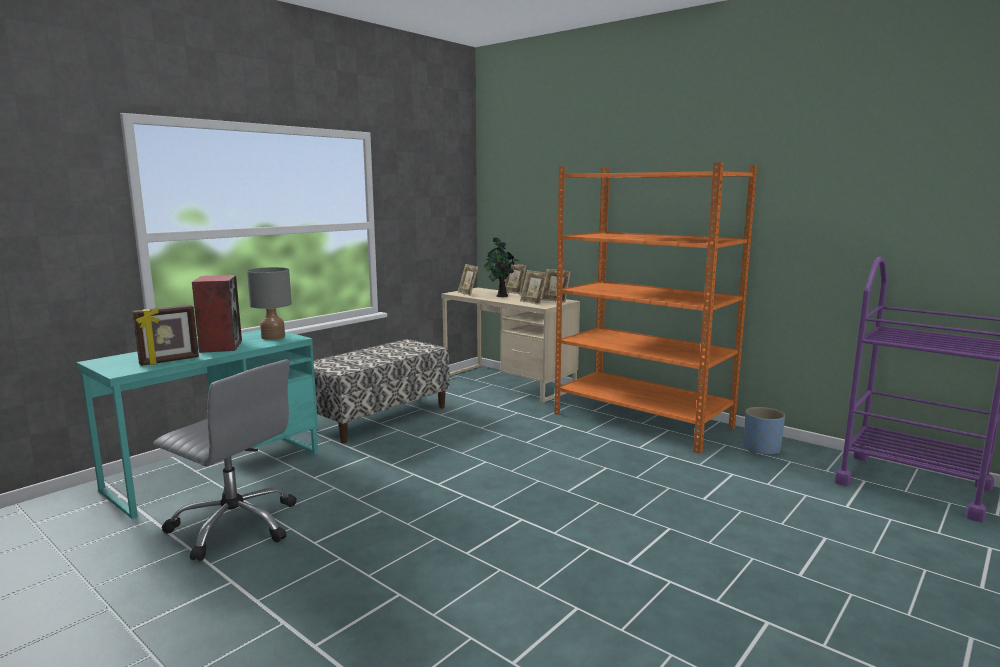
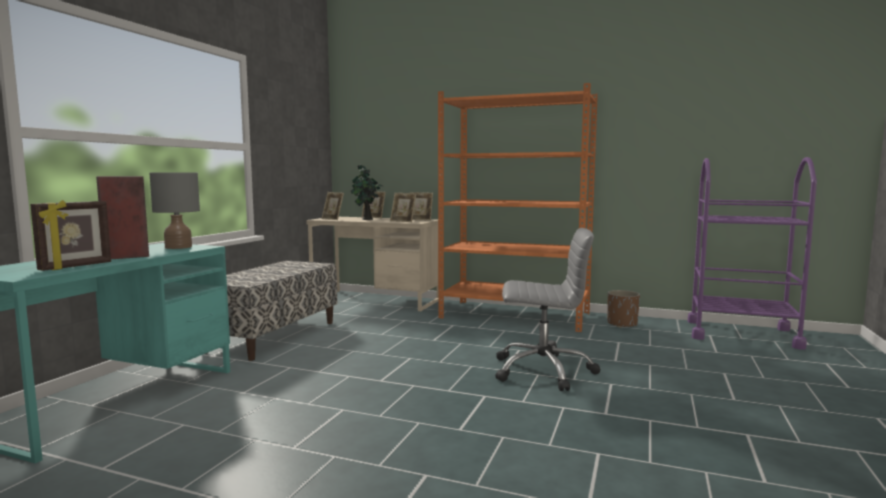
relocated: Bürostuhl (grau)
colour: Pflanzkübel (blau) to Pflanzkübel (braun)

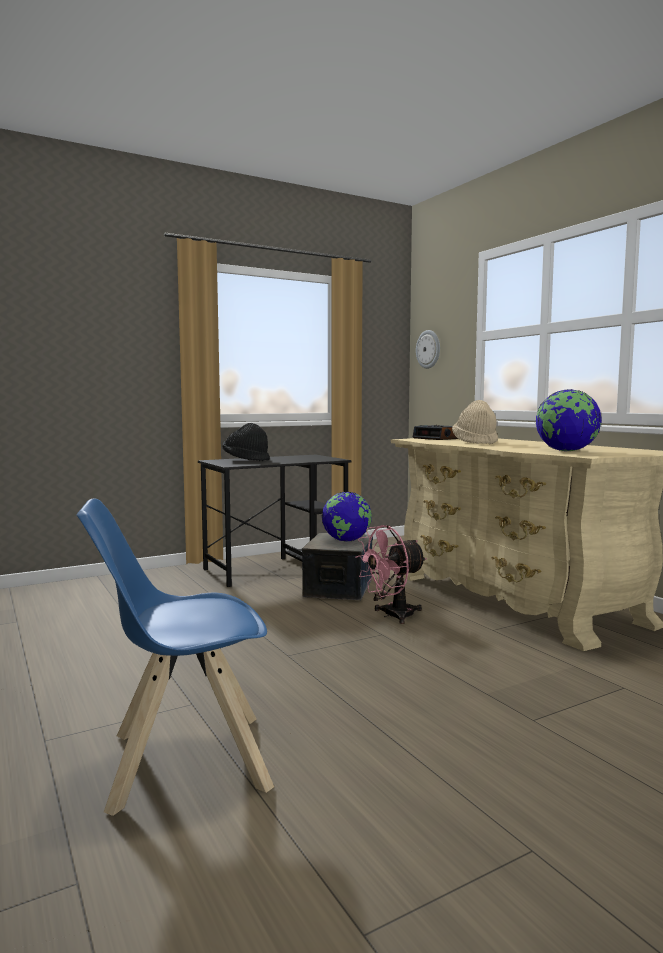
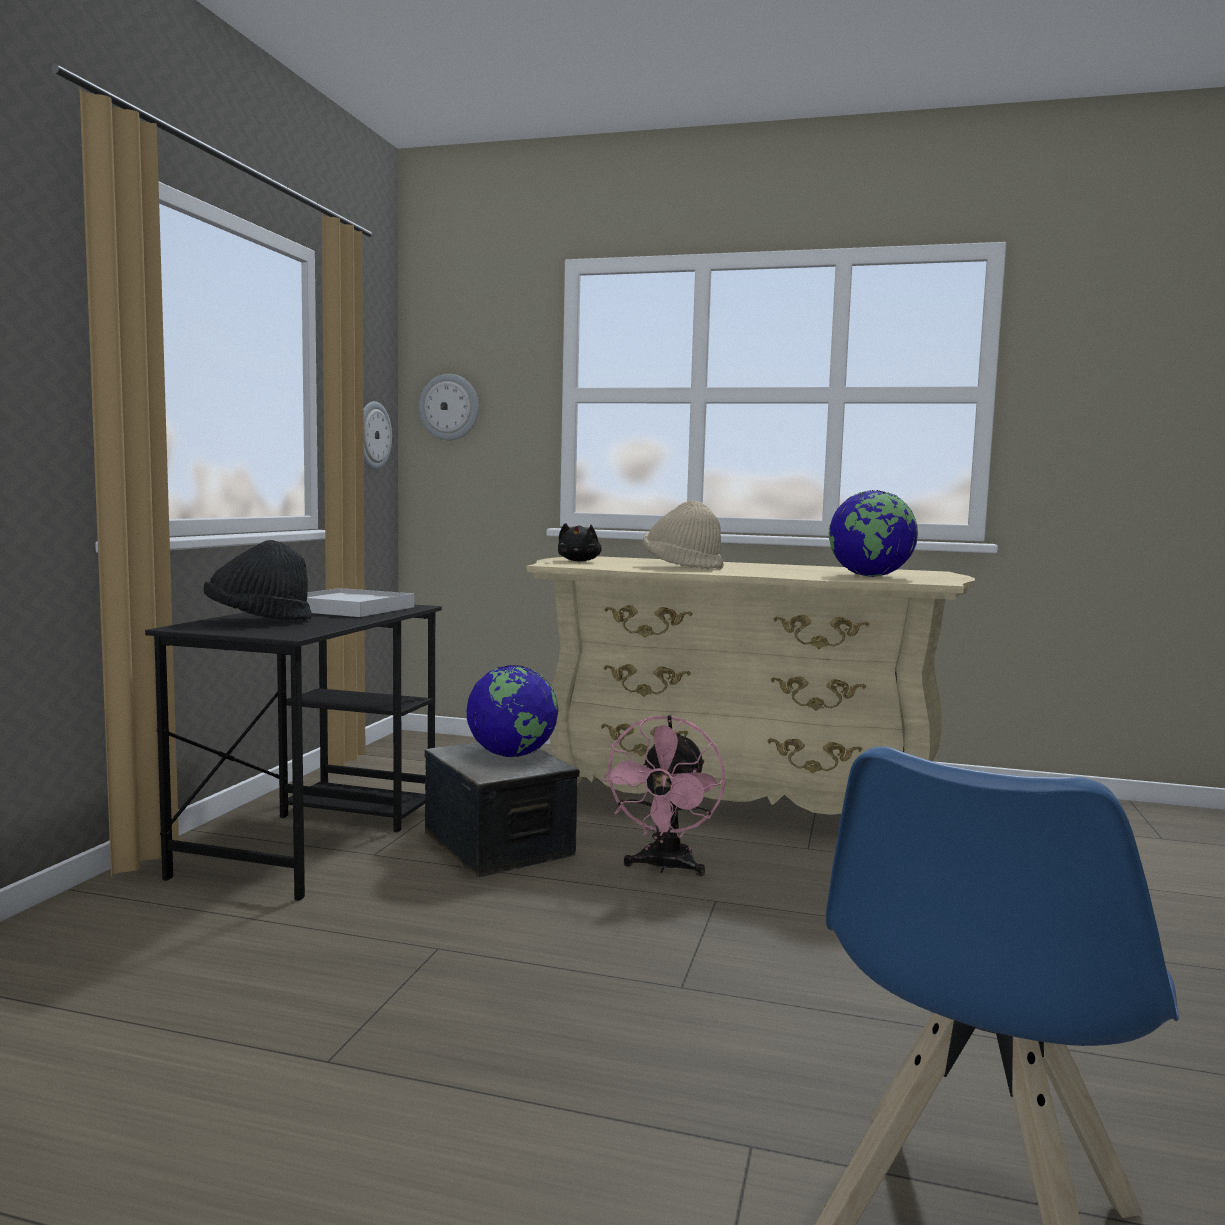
appeared: Wanduhr (no. 1 from left); Tablett (weiß)
exchanged: Wecker to Plüschtier (schwarz)

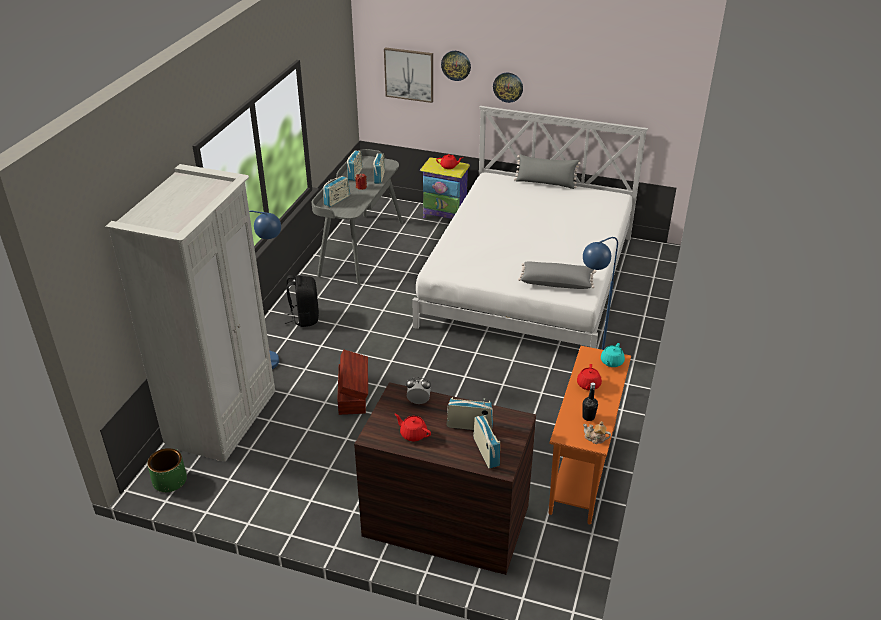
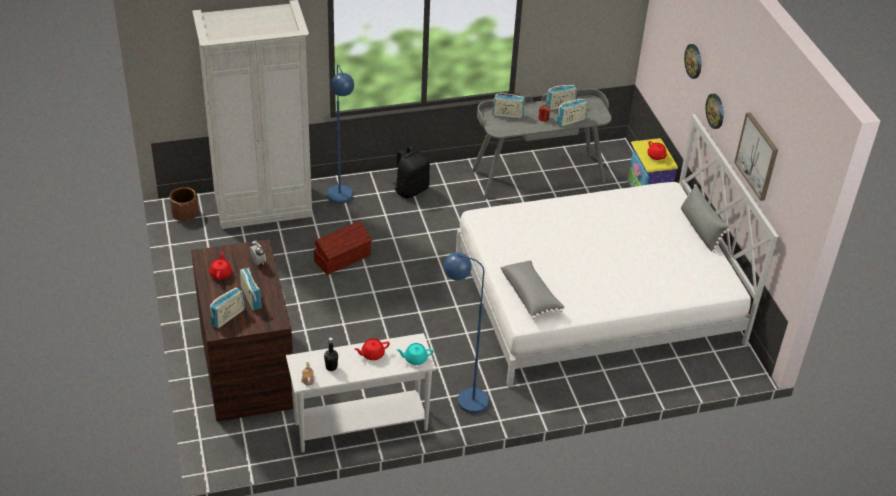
relocated: Bild
colour: Konsolentisch (orange) to Konsolentisch (weiß); Pflanzkübel (grün) to Pflanzkübel (braun)

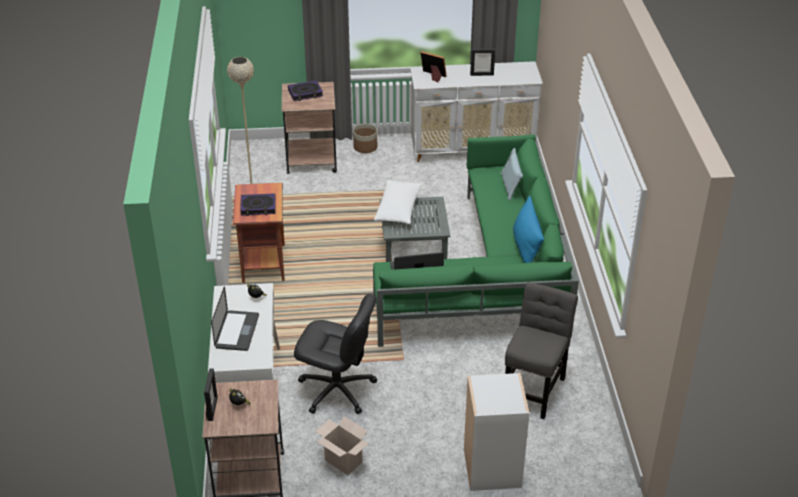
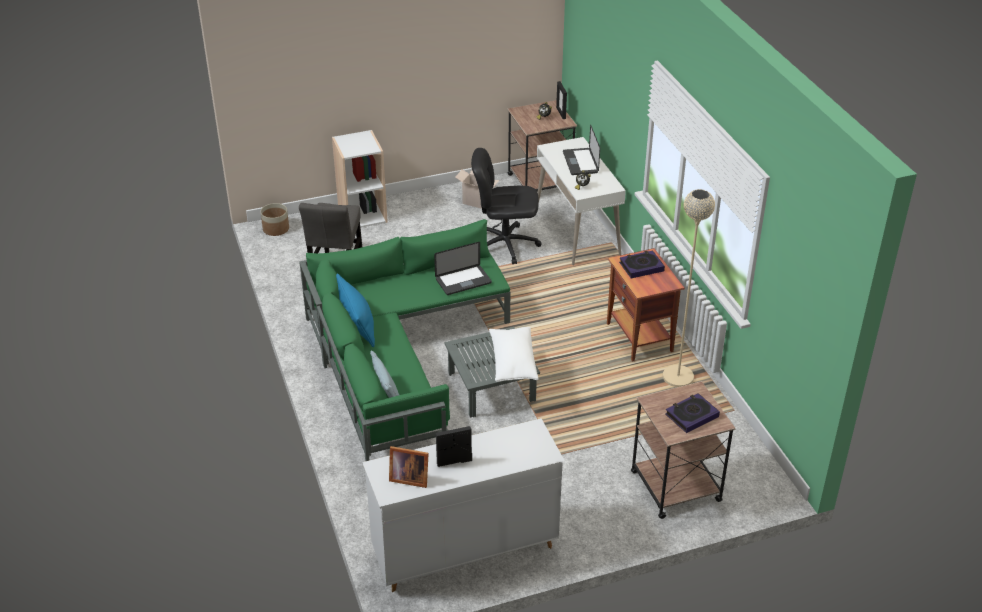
relocated: Bilderrahmen (no. 2 from left in the first image) to Bilderrahmen (no. 1 from left); Pflanzkübel

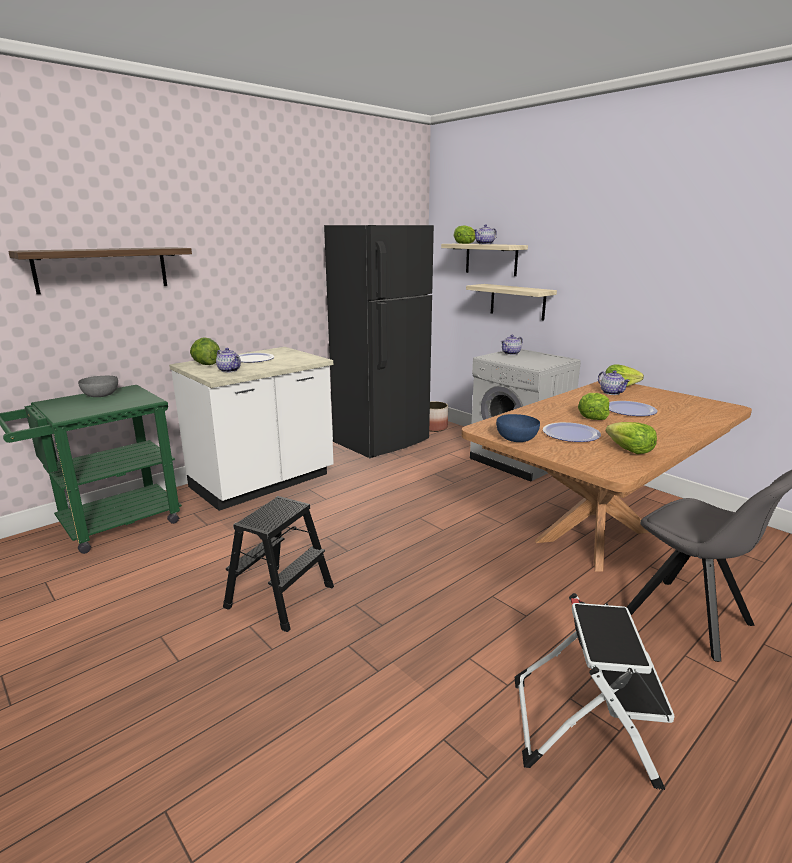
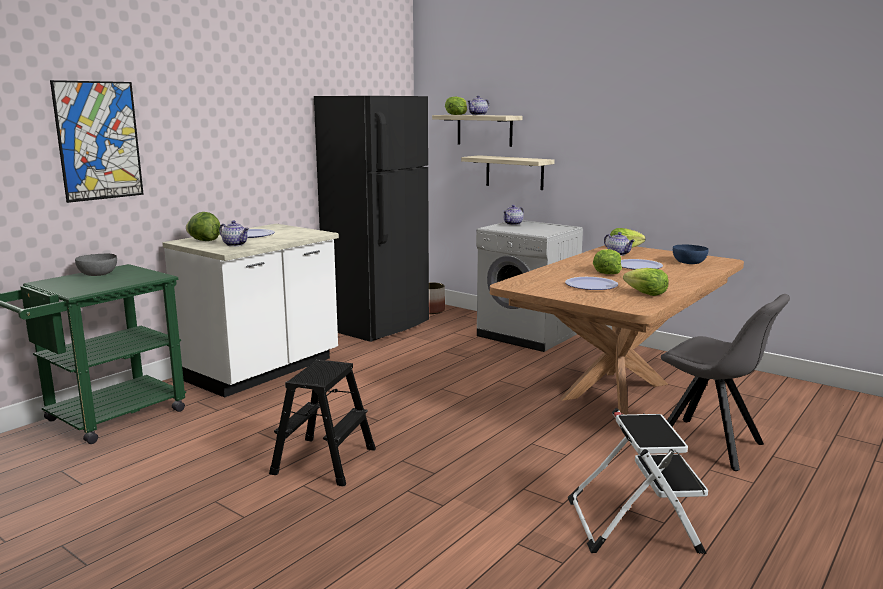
relocated: Schüssel (blau)
exchanged: Wandregal (no. 1 from left) to Bild

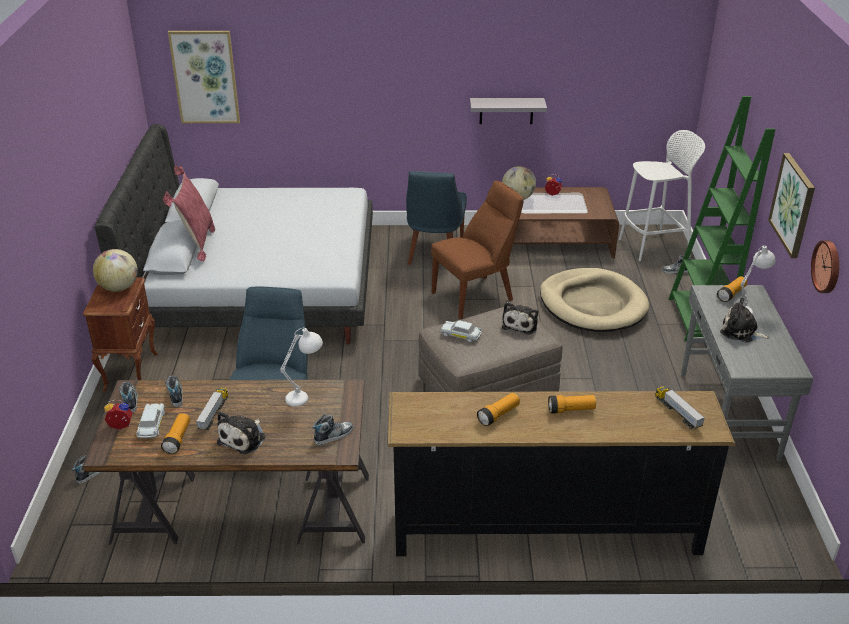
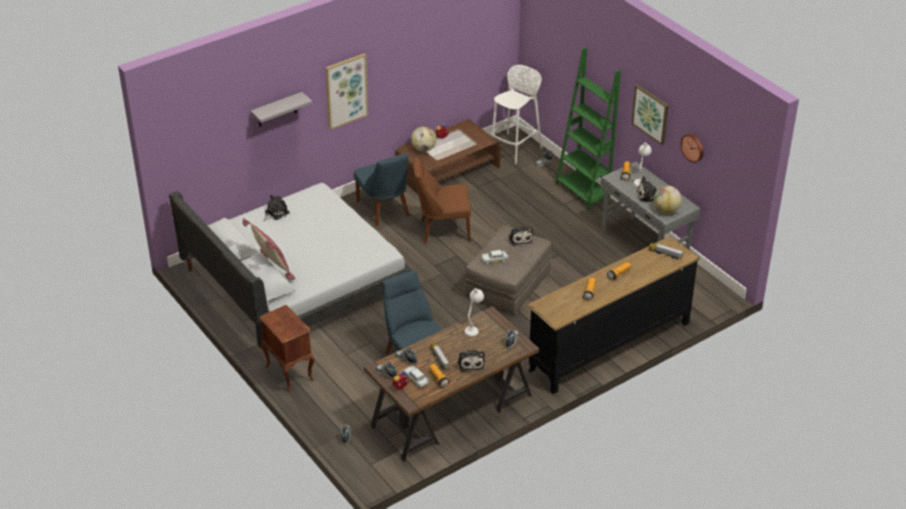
missing: Hundebett (beige)
appeared: Plüschtier (no. 1 from left)
relocated: Bild (no. 1 from left); Wandregal (grau); Globus (no. 1 from left in the first image) to Globus (no. 2 from left)
spun: Stuhl (braun) 120 degrees counterclockwise

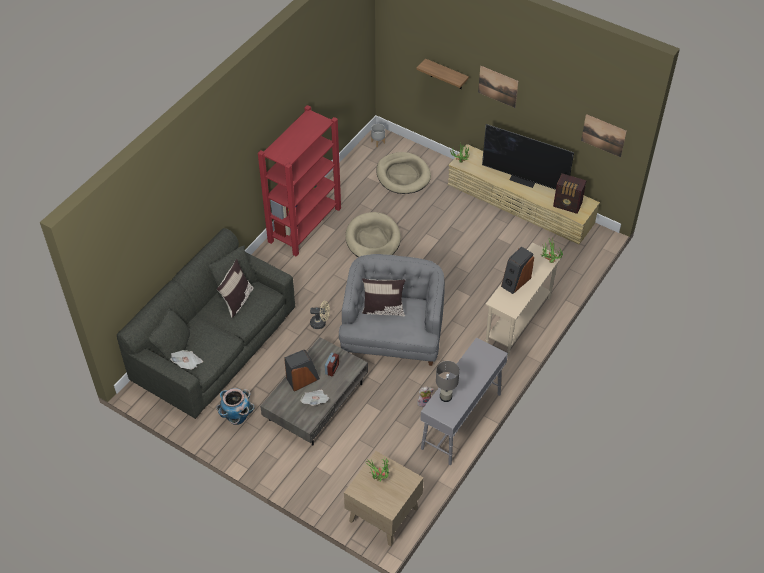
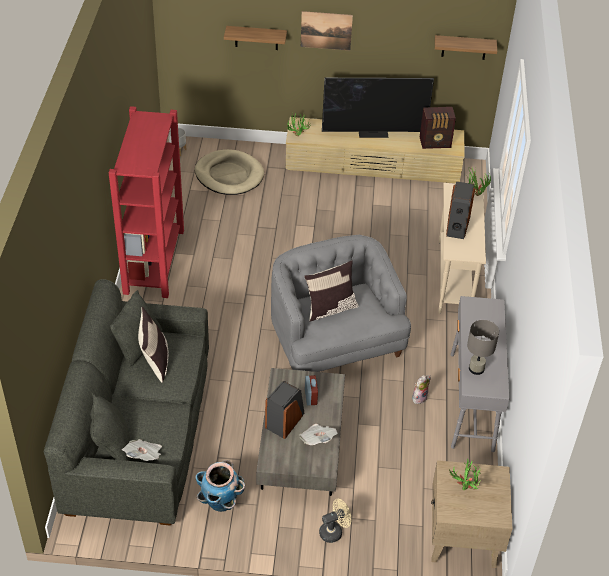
missing: Hundebett (beige) (no. 1 from left)
relocated: Ventilator (beige)
exchanged: Bild (no. 2 from left) to Wandregal (no. 2 from left)

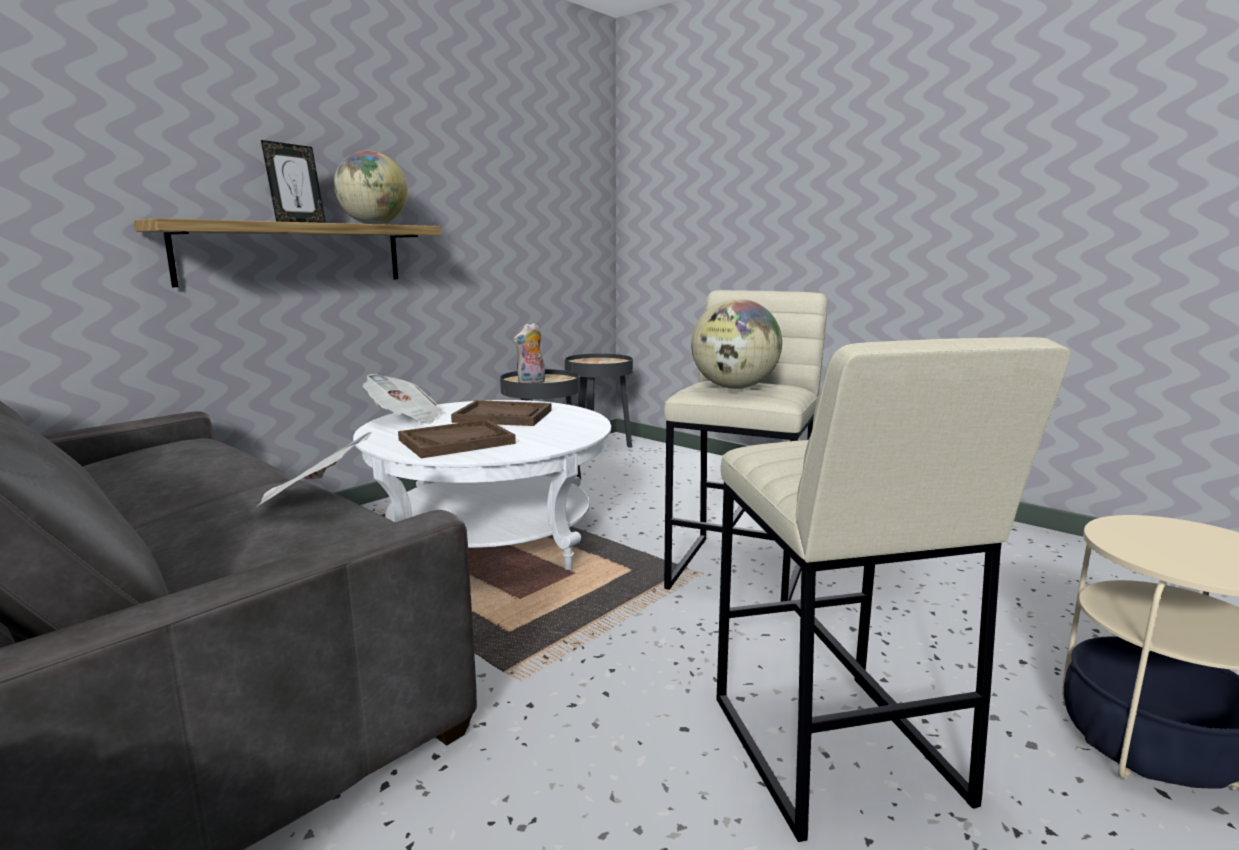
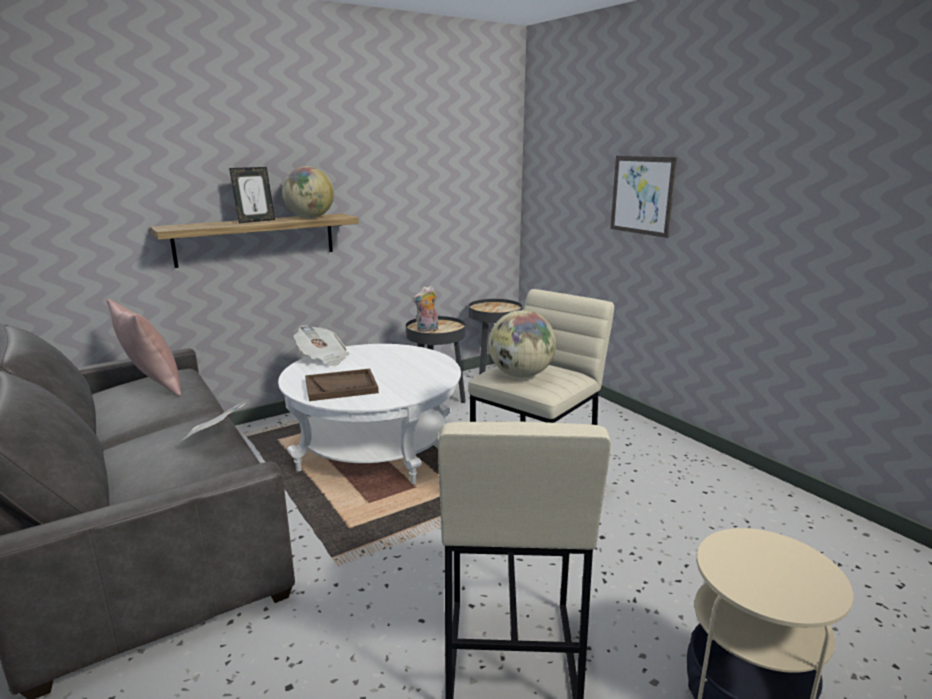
missing: Tablett (braun) (no. 2 from left)
appeared: Bild; Kissen (rosa)

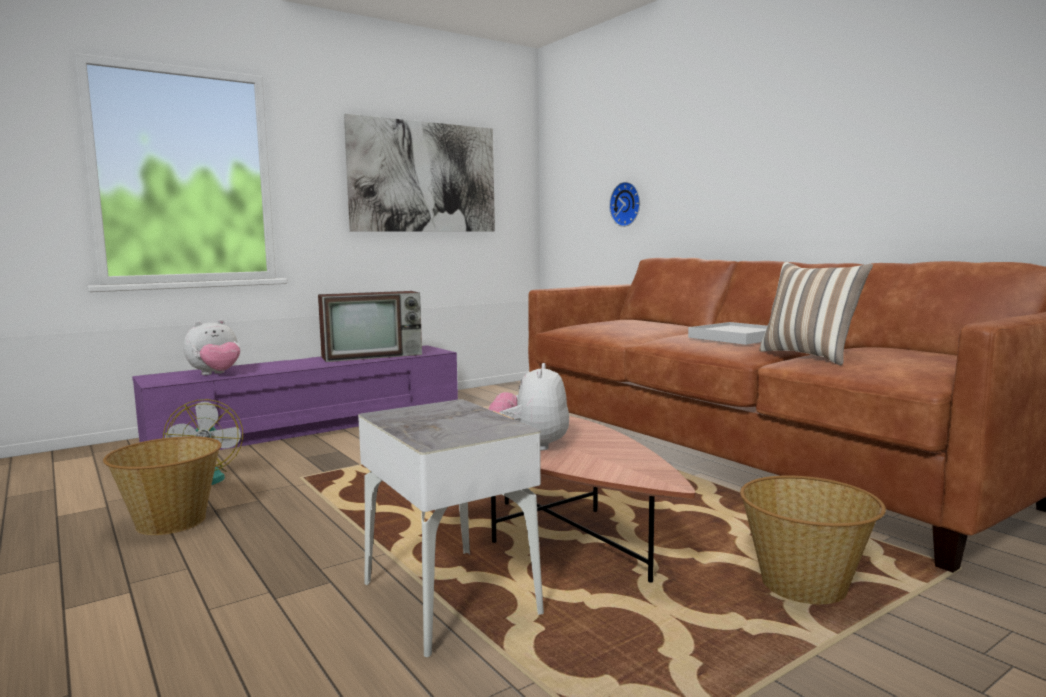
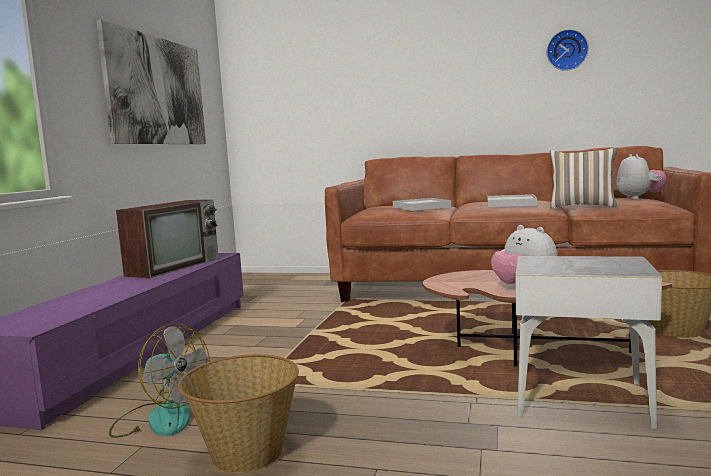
appeared: Tablett (weiß) (no. 1 from left)
relocated: Wanduhr; Plüschtier (no. 1 from left in the first image) to Plüschtier (no. 2 from left)

